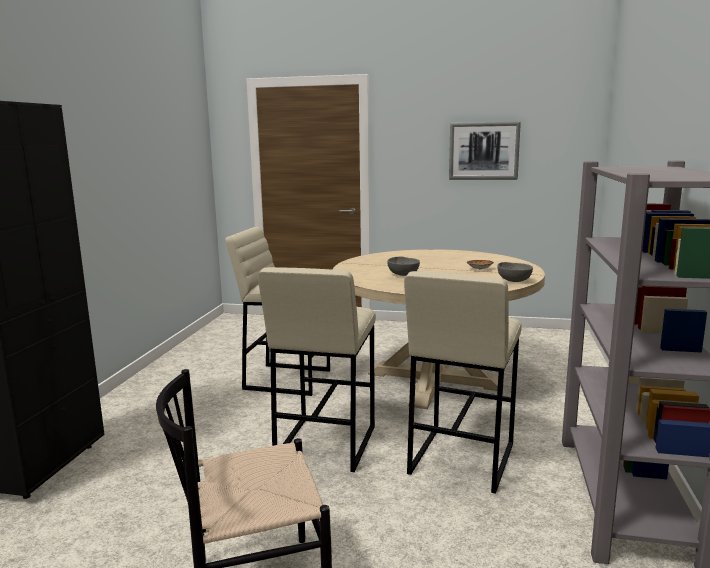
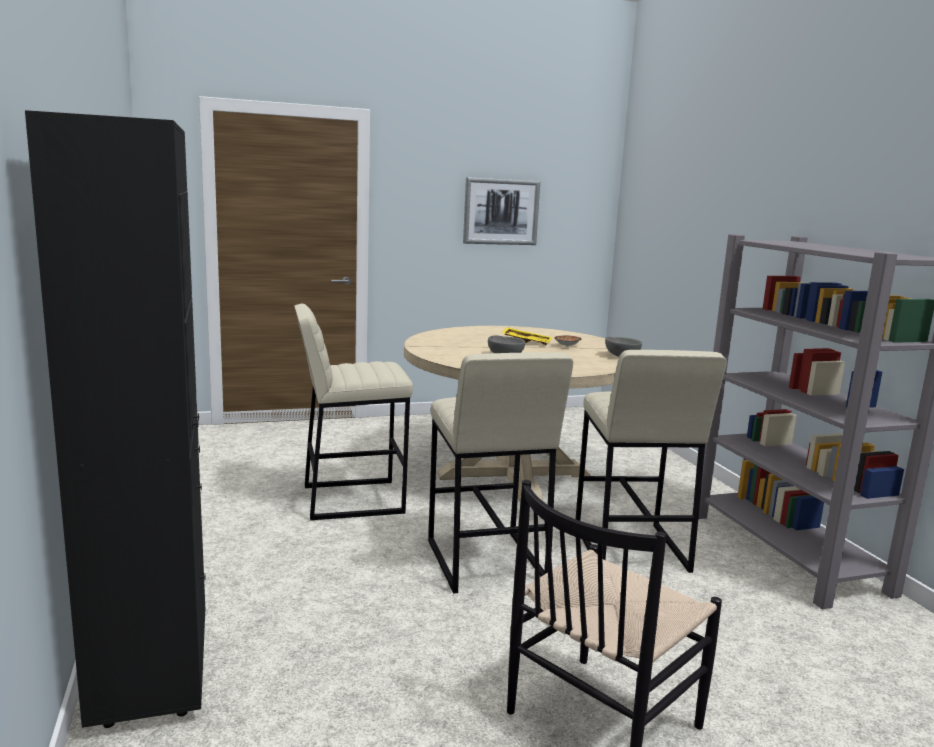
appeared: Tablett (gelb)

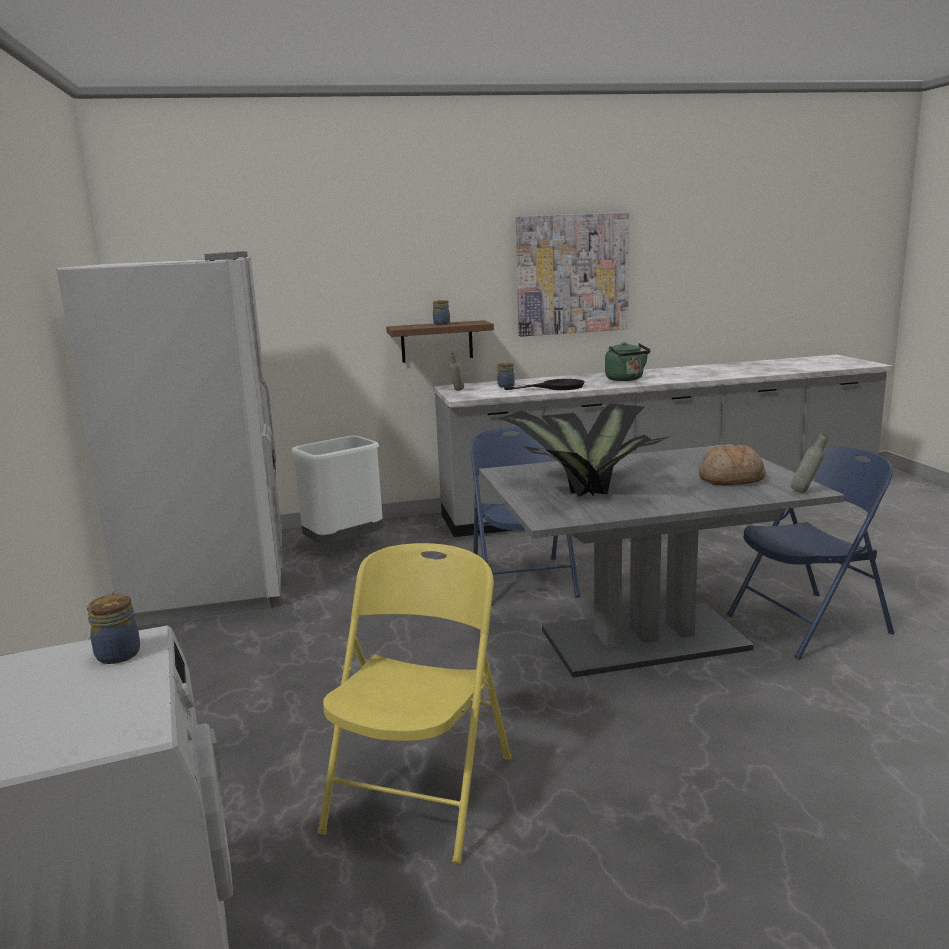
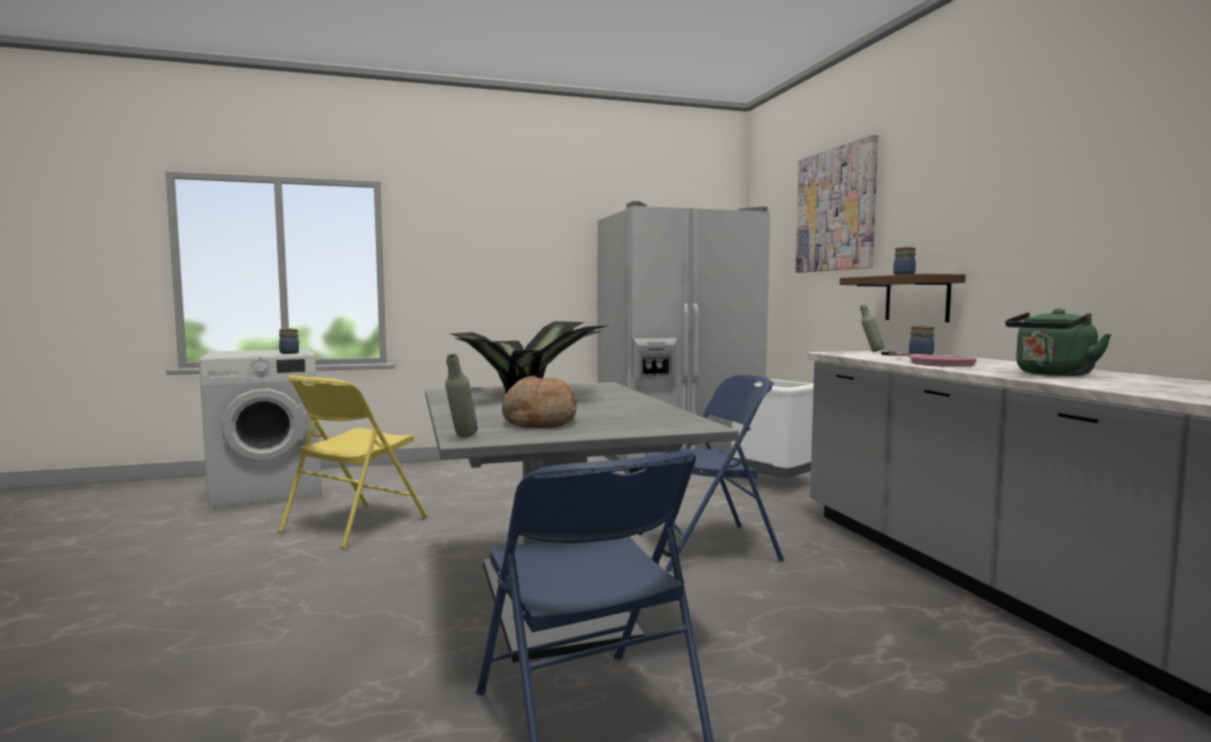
relocated: Bild
colour: Pfanne (schwarz) to Pfanne (rosa)
spun: Stuhl (gelb) 105 degrees clockwise

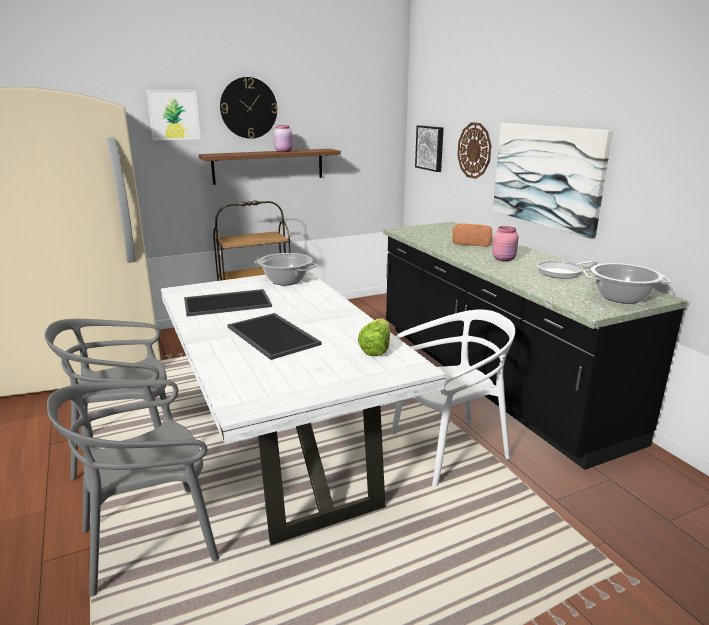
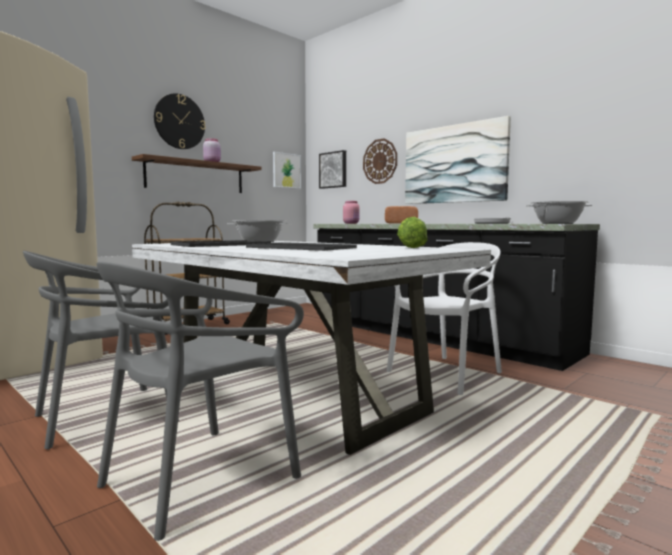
relocated: Bild (no. 1 from left); Vorratsglas (rosa) (no. 2 from left)

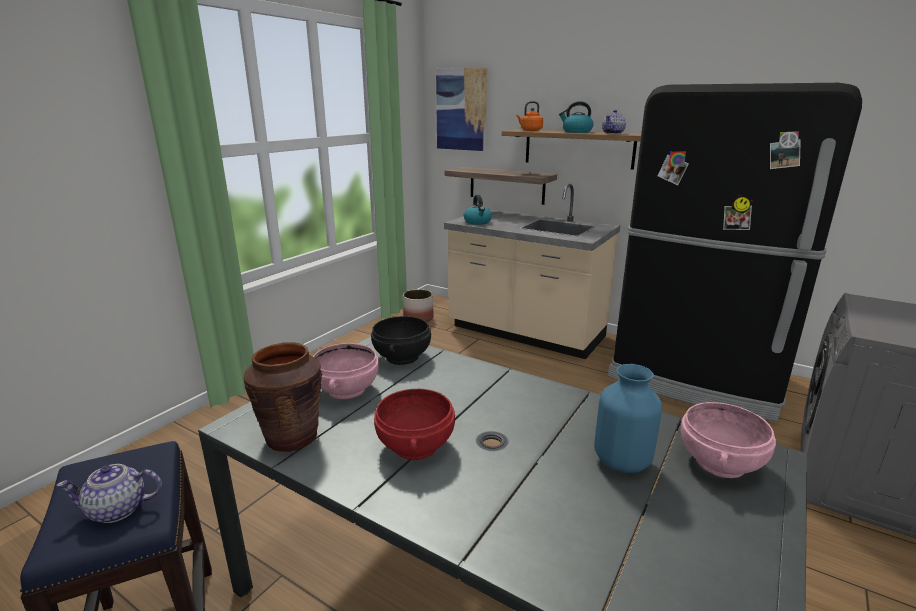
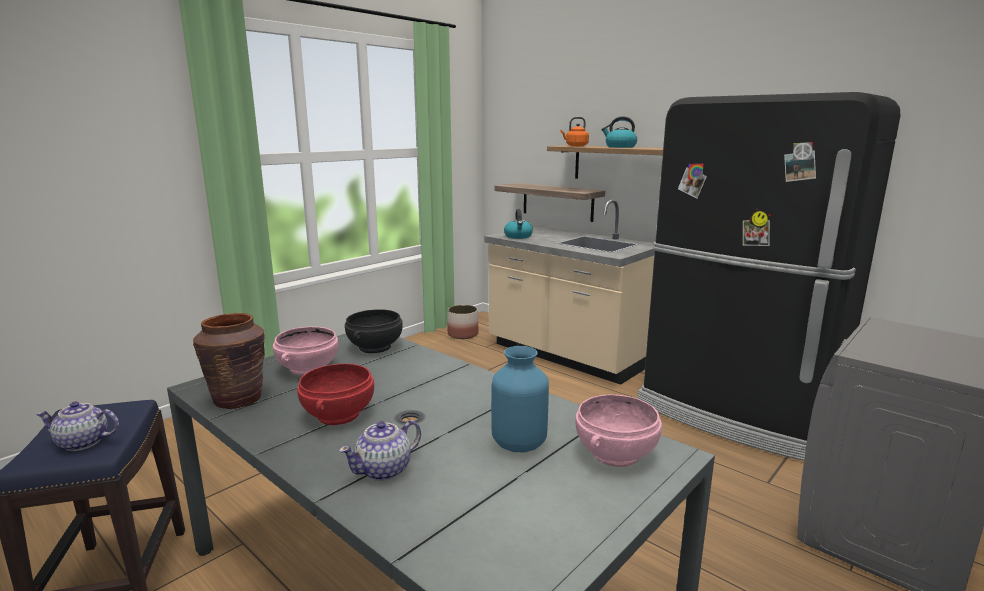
missing: Bild
relocated: Teekanne (no. 2 from left)

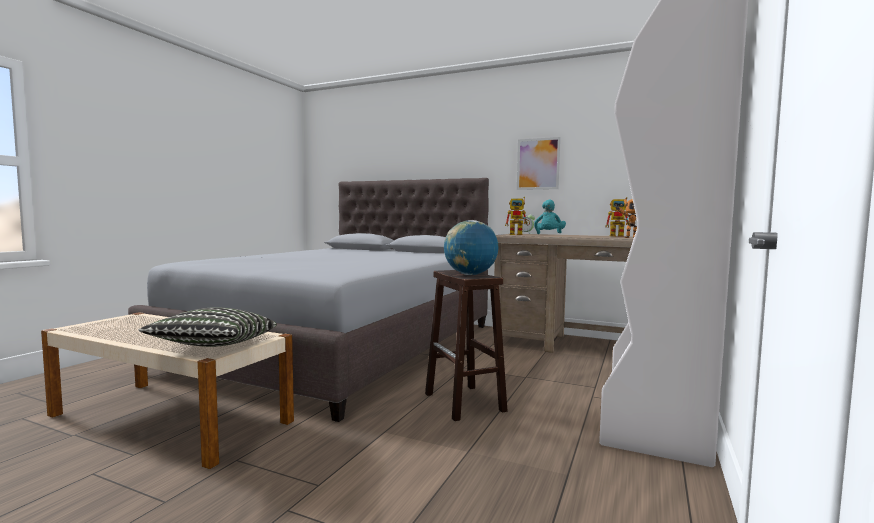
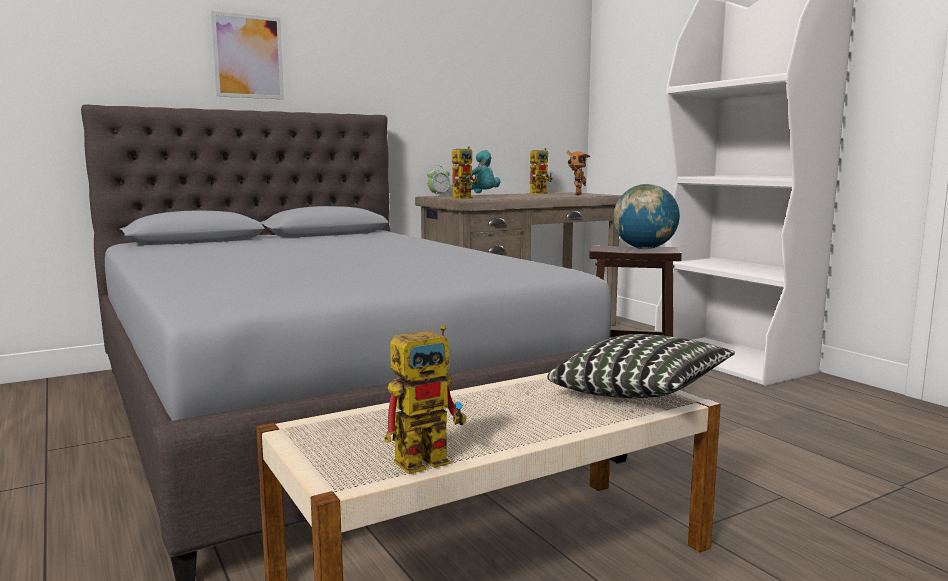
appeared: Spielzeugroboter (no. 1 from left)
relocated: Bild

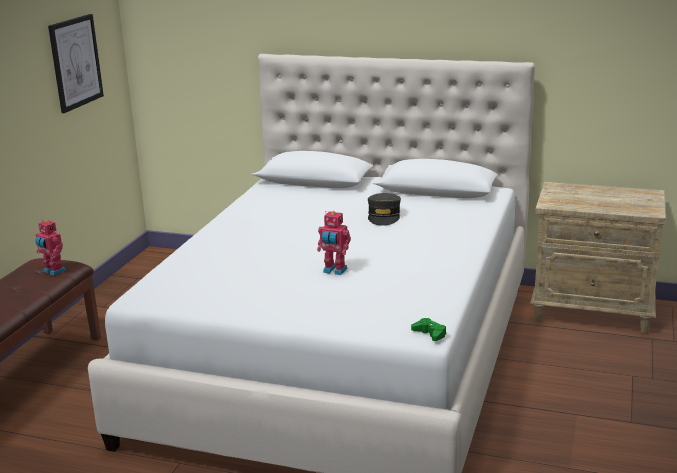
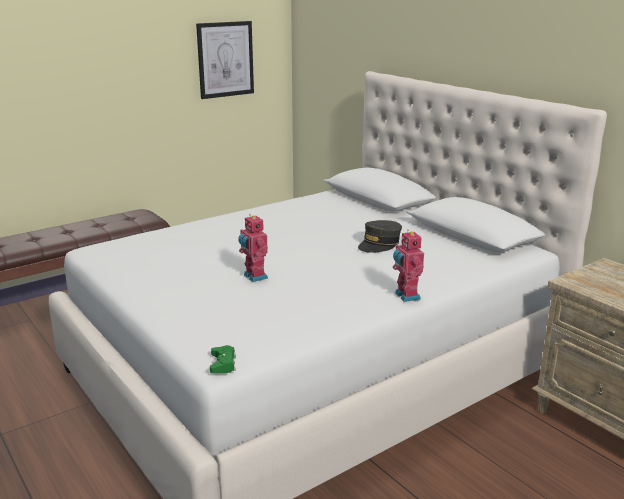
relocated: Spielzeugroboter (no. 1 from left in the first image) to Spielzeugroboter (no. 2 from left)

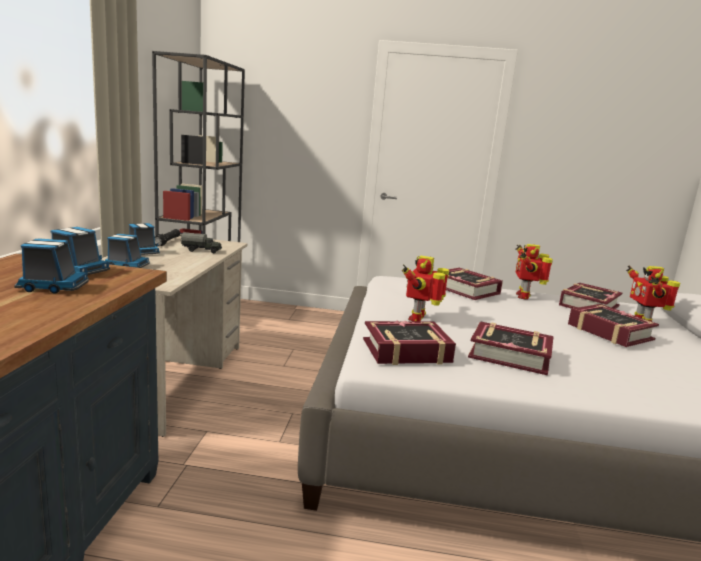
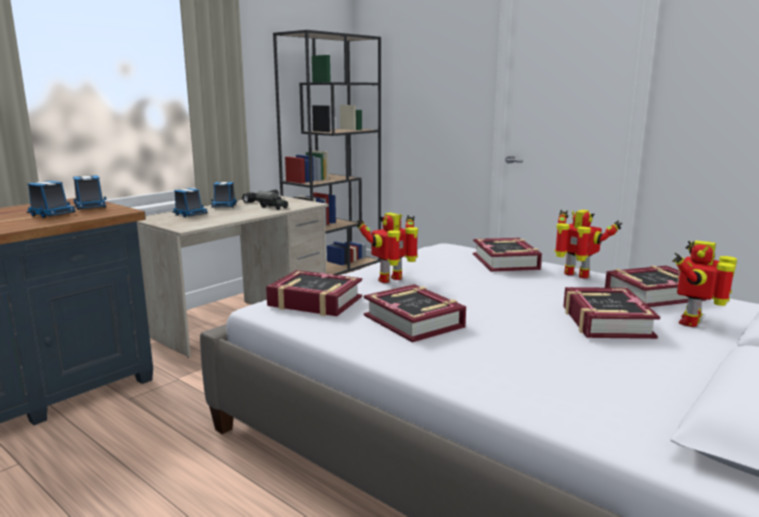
spun: Spielzeugroboter (no. 2 from left) 90 degrees clockwise

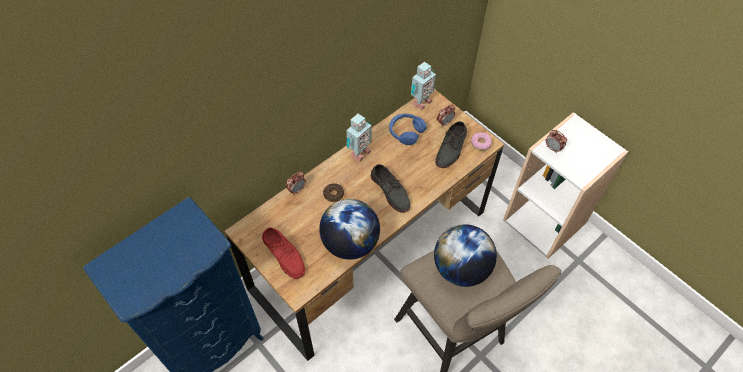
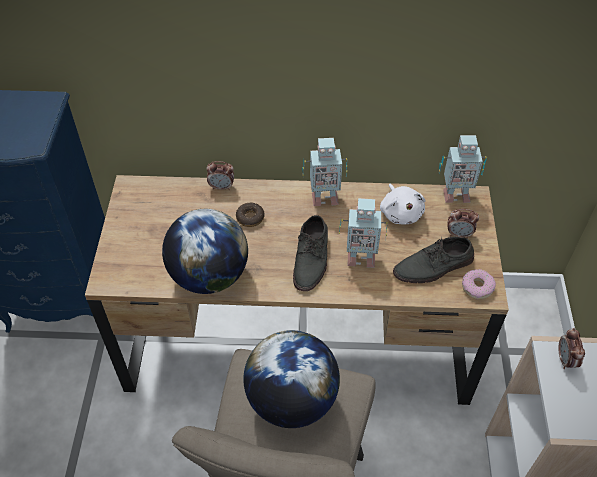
missing: Schuh (rot)
appeared: Spielzeugroboter (no. 2 from left)
exchanged: Kopfhörer (blau) to Plüschtier (weiß)

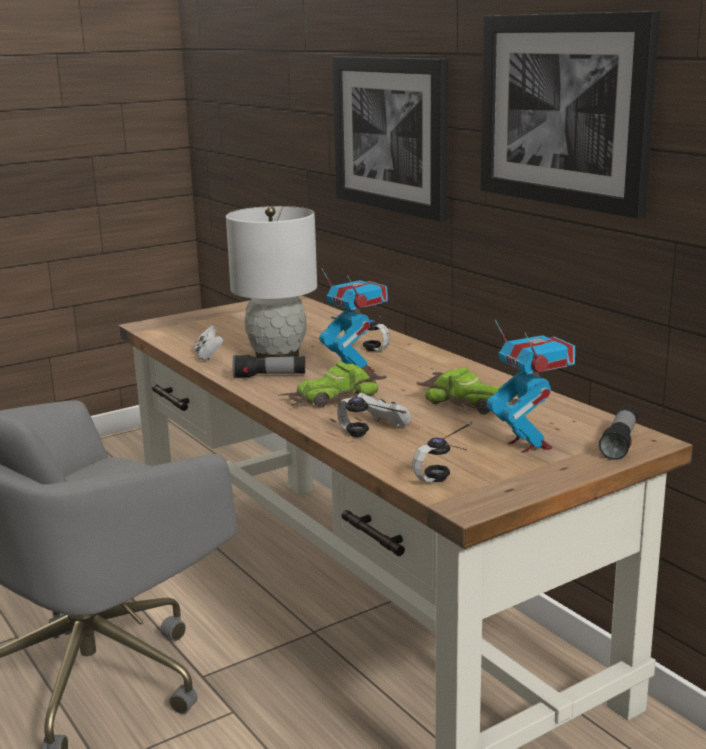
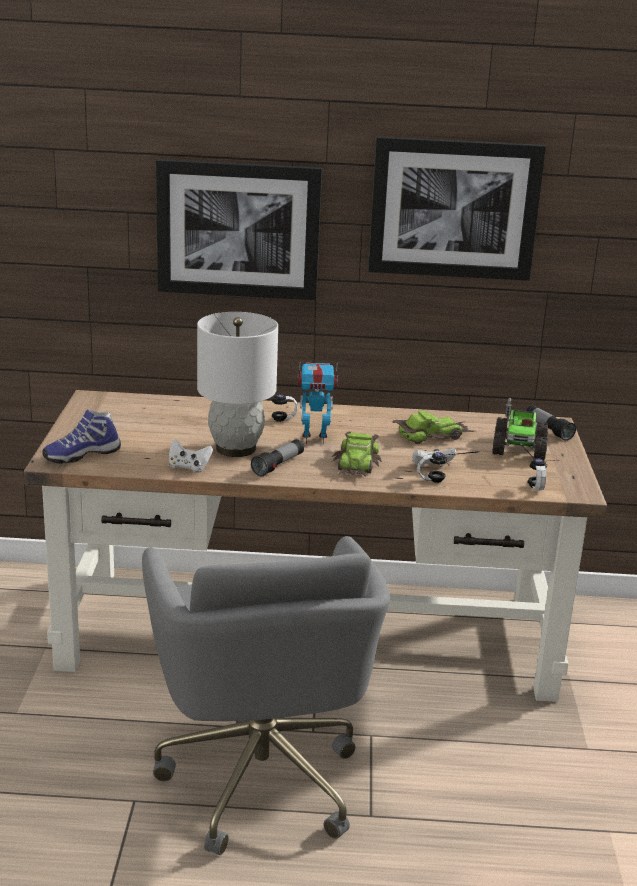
appeared: Schuh
exchanged: Spielzeugroboter (no. 2 from left) to Spielzeuglaster

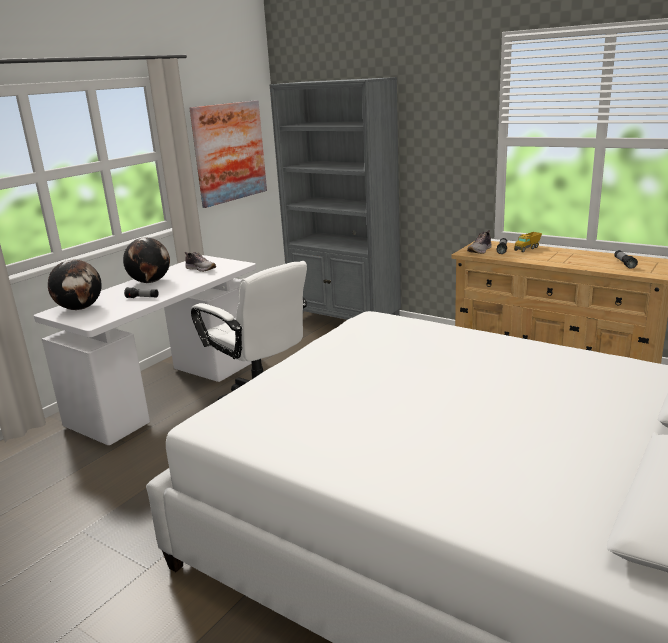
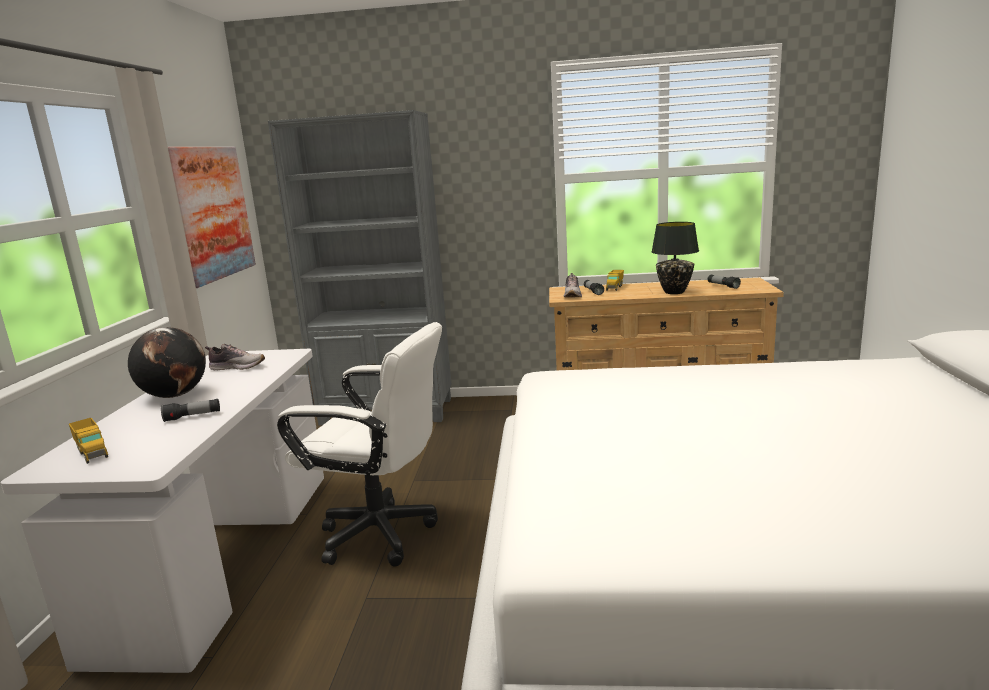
appeared: Tischlampe (schwarz)
exchanged: Globus (no. 1 from left) to Spielzeuglaster (no. 1 from left)

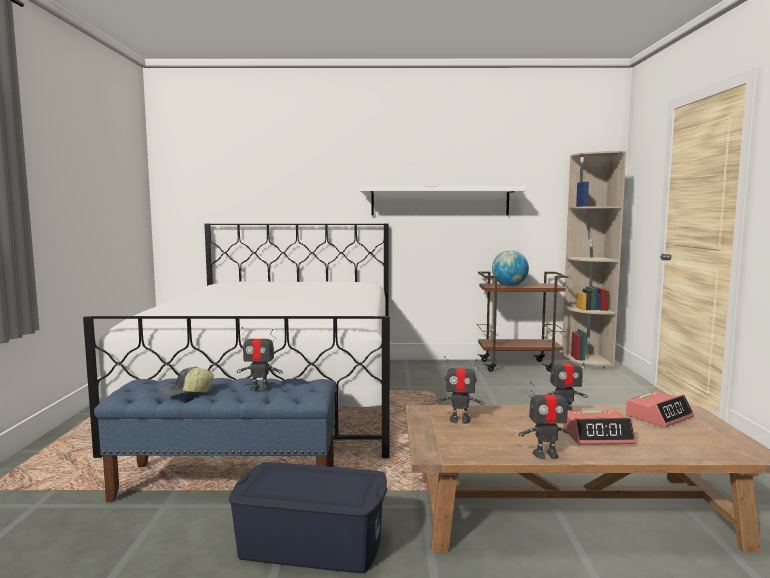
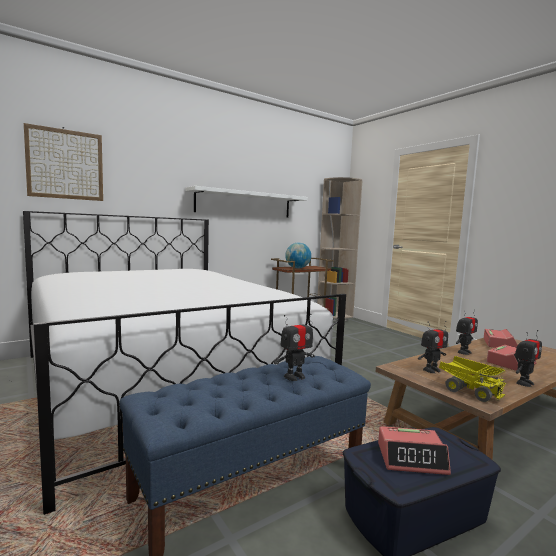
missing: Kappe
appeared: Bild; Spielzeuglaster; Wecker (no. 1 from left)

